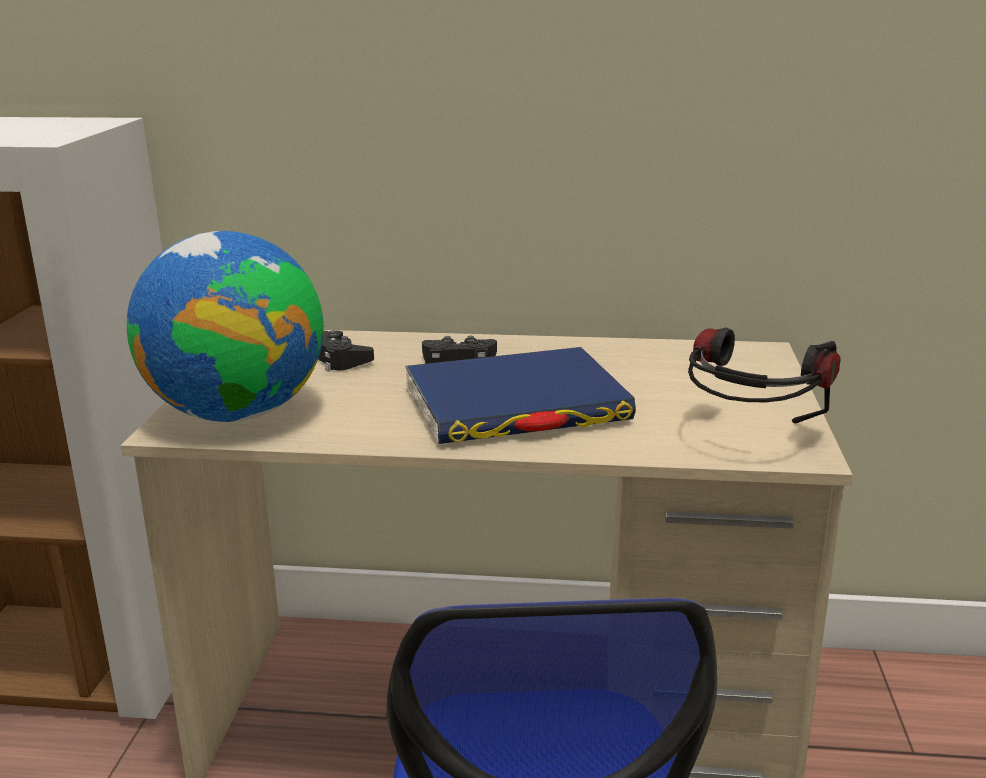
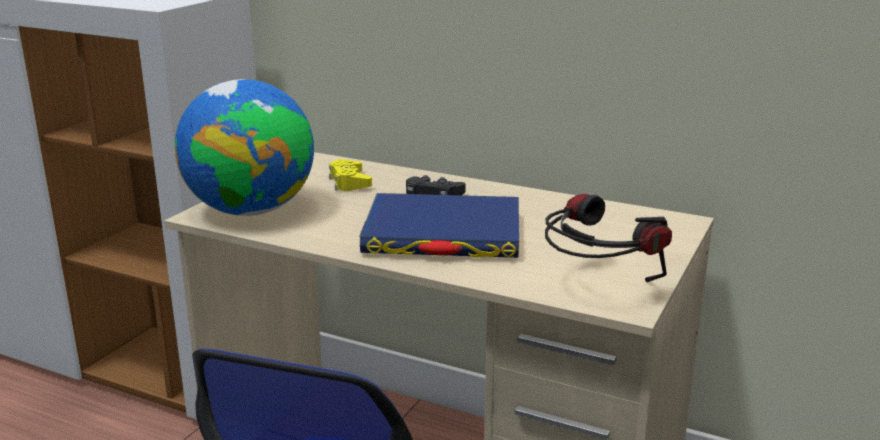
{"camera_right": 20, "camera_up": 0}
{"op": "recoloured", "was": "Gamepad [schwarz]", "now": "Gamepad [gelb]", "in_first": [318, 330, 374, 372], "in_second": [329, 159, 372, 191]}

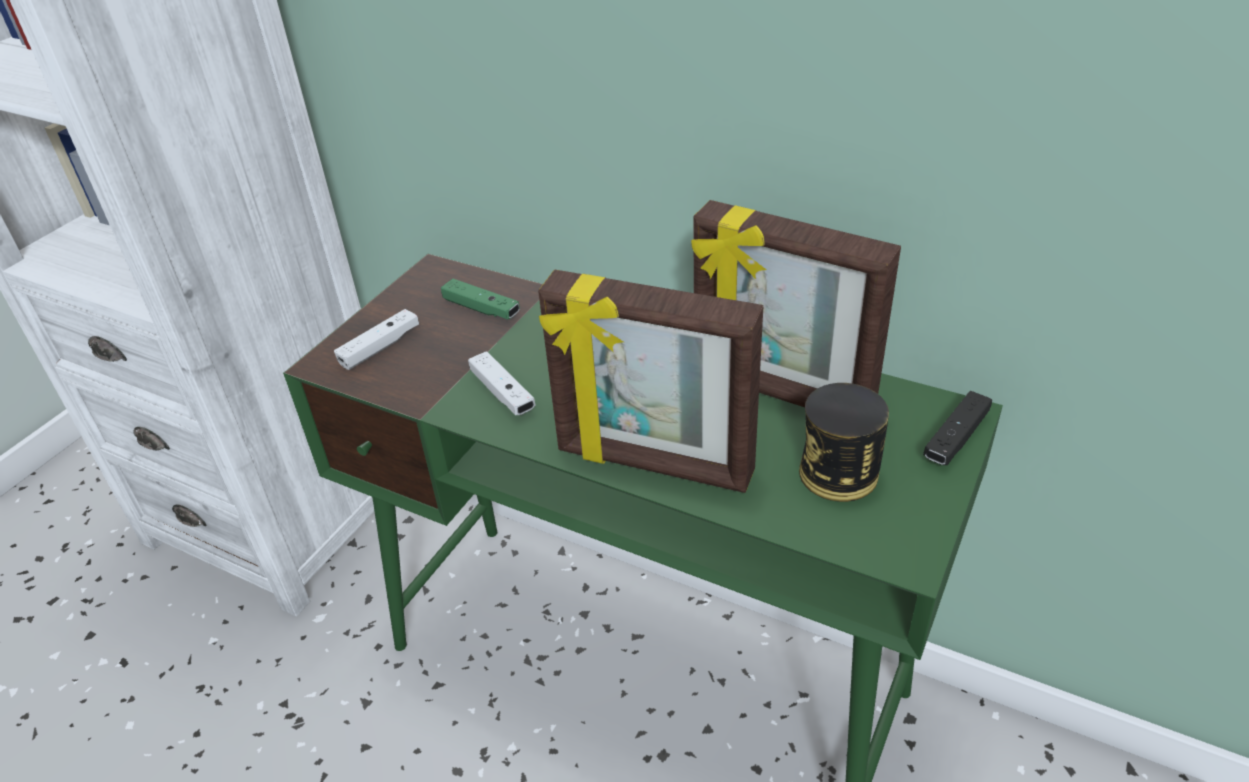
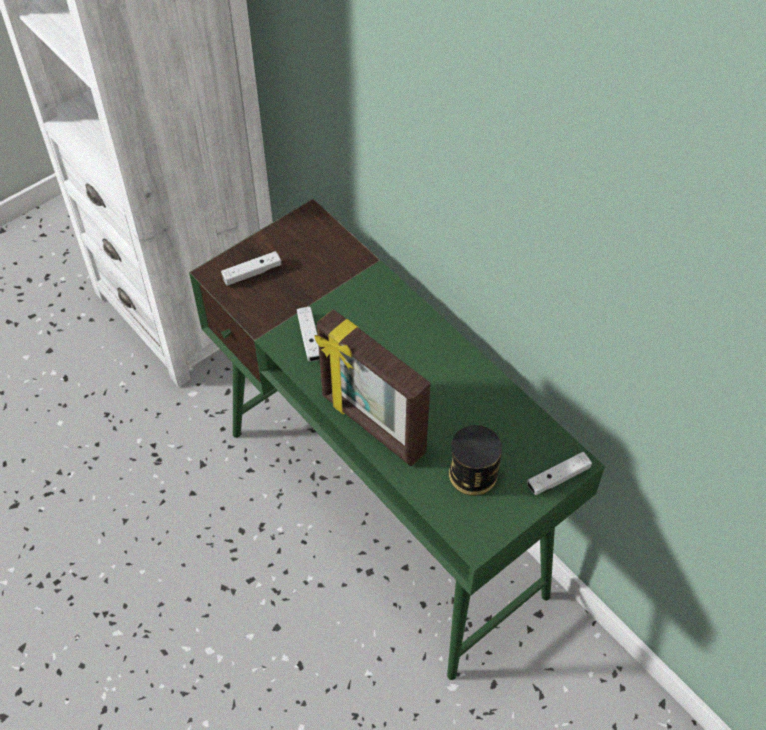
{"camera_right": 20, "camera_up": 15}
{"op": "removed", "was": "Gamepad [grün]", "in_first": [441, 279, 520, 319]}
{"op": "removed", "was": "Bilderrahmen", "in_first": [691, 200, 901, 407]}
{"op": "recoloured", "was": "Gamepad [schwarz]", "now": "Gamepad [weiß]", "in_first": [923, 391, 992, 465], "in_second": [527, 452, 592, 495]}

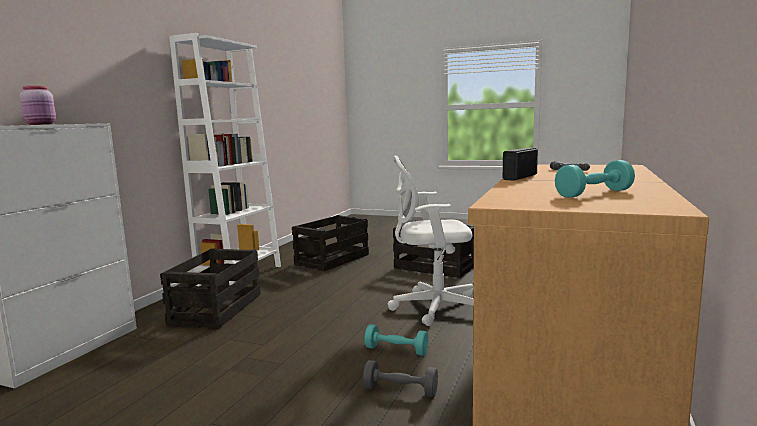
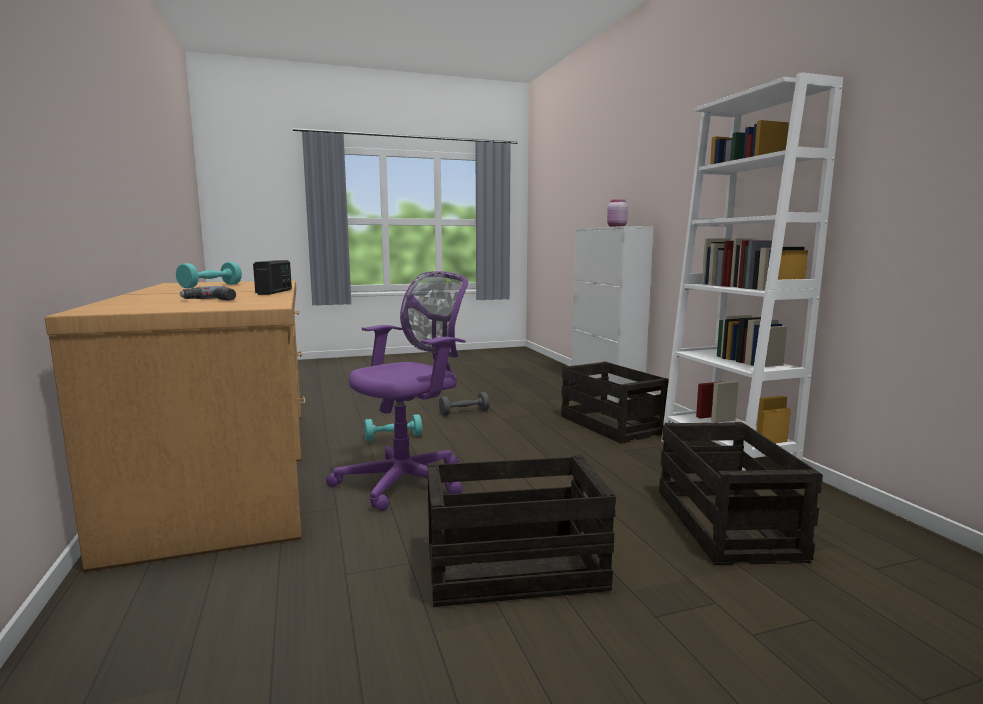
{"camera_right": 140, "camera_up": 0}
{"op": "moved", "was": "Hantel [grau]", "in_first": [363, 360, 438, 397], "in_second": [439, 392, 490, 416]}
{"op": "recoloured", "was": "Bürostuhl [weiß]", "now": "Bürostuhl [lila]", "in_first": [388, 155, 474, 326], "in_second": [326, 271, 468, 511]}

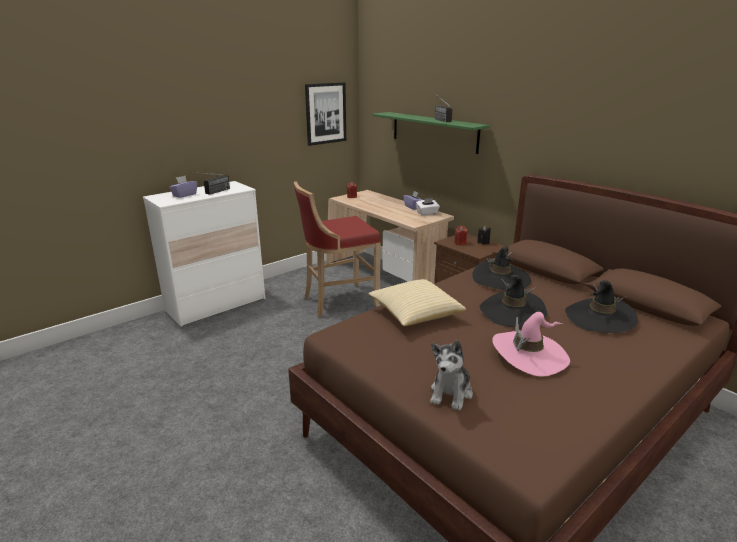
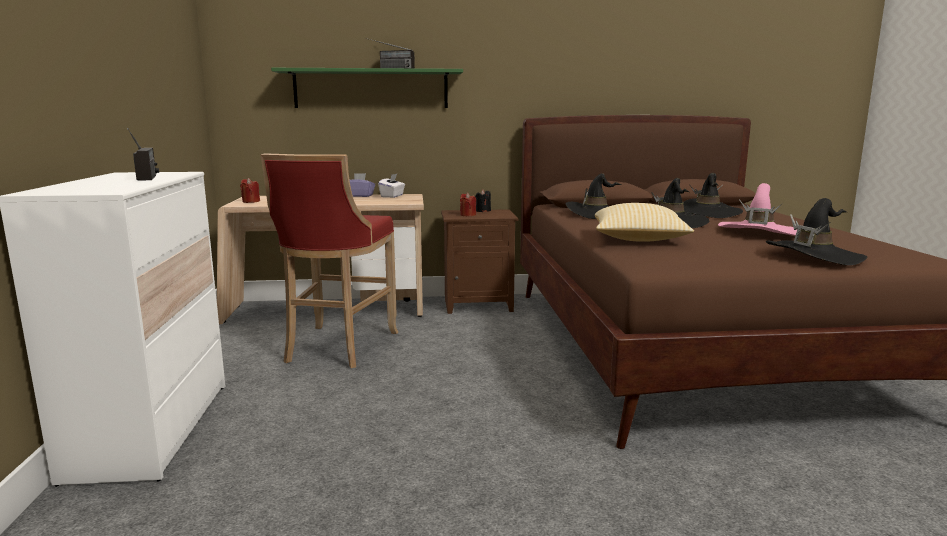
{"camera_right": -55, "camera_up": -10}
{"op": "removed", "was": "Taschentuchbox [lila]", "in_first": [169, 176, 197, 198]}
{"op": "removed", "was": "Bild", "in_first": [305, 82, 346, 146]}
{"op": "replaced", "was": "Plüschtier", "now": "Hut [schwarz]", "in_first": [430, 340, 473, 411], "in_second": [766, 198, 867, 266]}

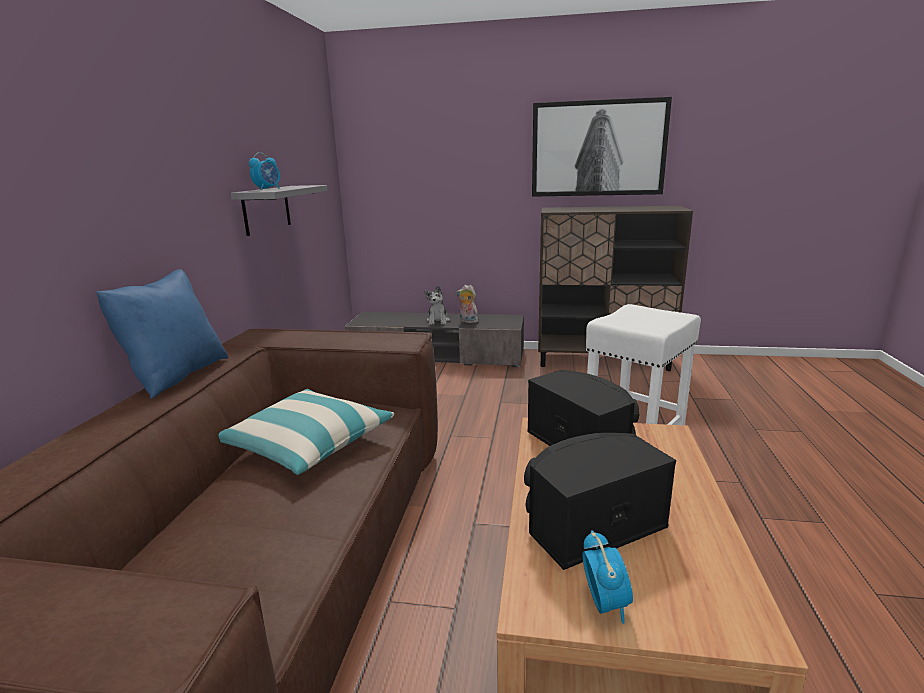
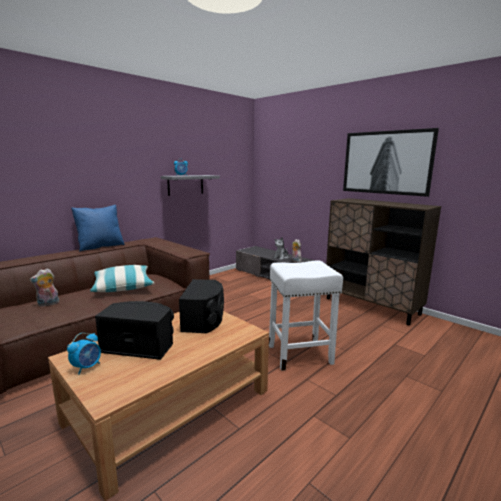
{"camera_right": 35, "camera_up": -5}
{"op": "added", "now": "Plüschtier", "in_second": [29, 268, 59, 307]}

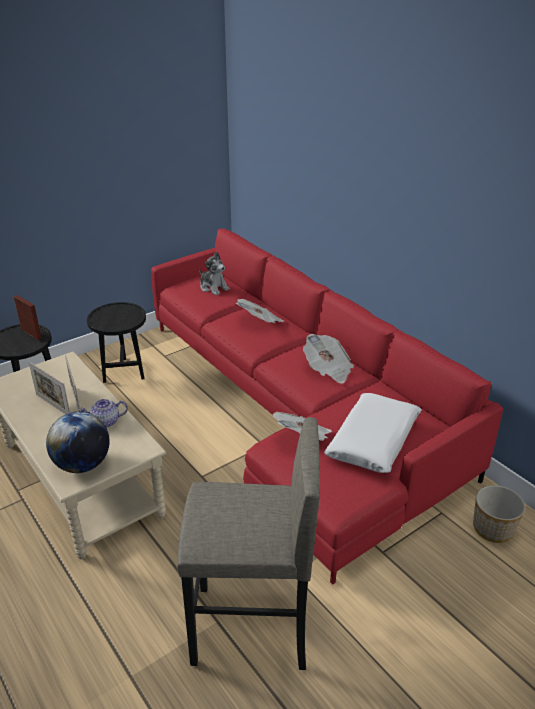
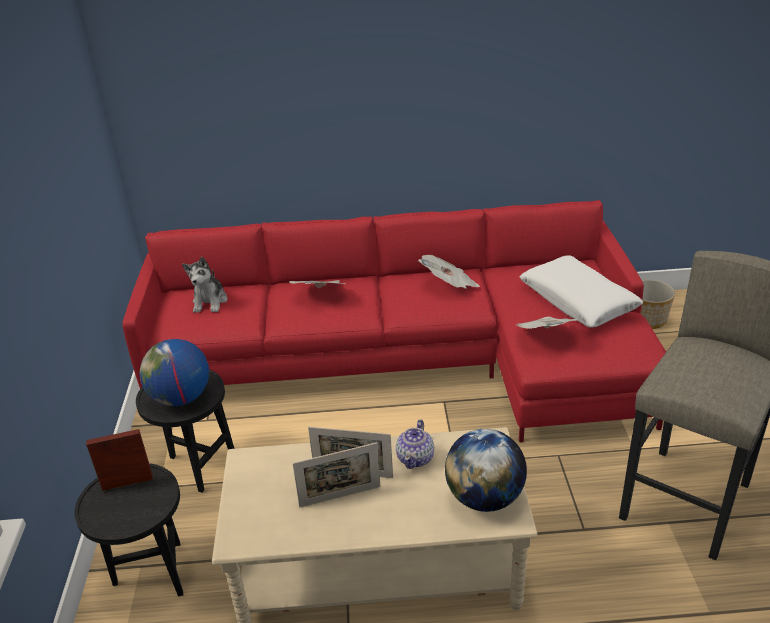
{"camera_right": -55, "camera_up": 0}
{"op": "added", "now": "Globus", "in_second": [140, 339, 209, 406]}
{"op": "turned", "was": "Plüschtier", "in_first": [199, 251, 230, 295], "in_second": [182, 257, 227, 313], "clockwise": 105}

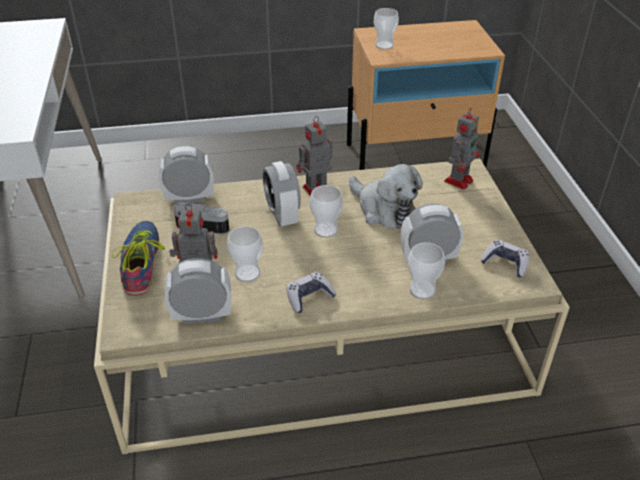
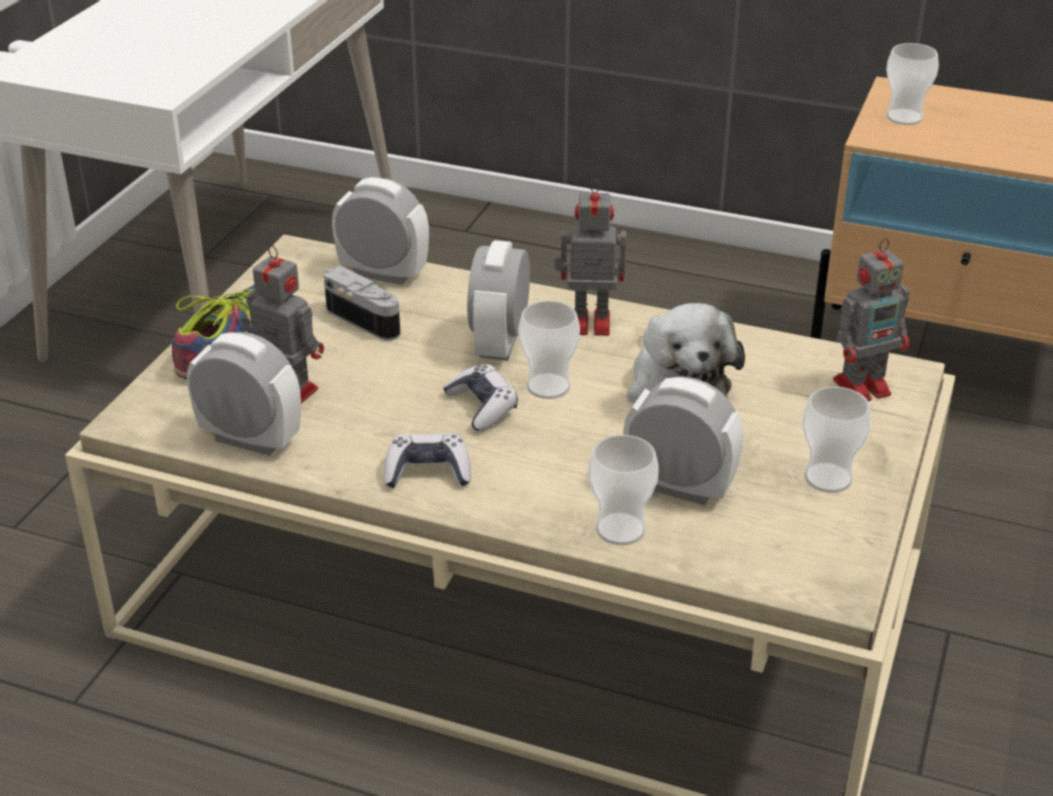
{"camera_right": 30, "camera_up": -5}
{"op": "moved", "was": "Tasse", "in_first": [227, 226, 263, 282], "in_second": [802, 387, 871, 493]}
{"op": "moved", "was": "Gamepad", "in_first": [480, 240, 529, 277], "in_second": [443, 364, 518, 431]}

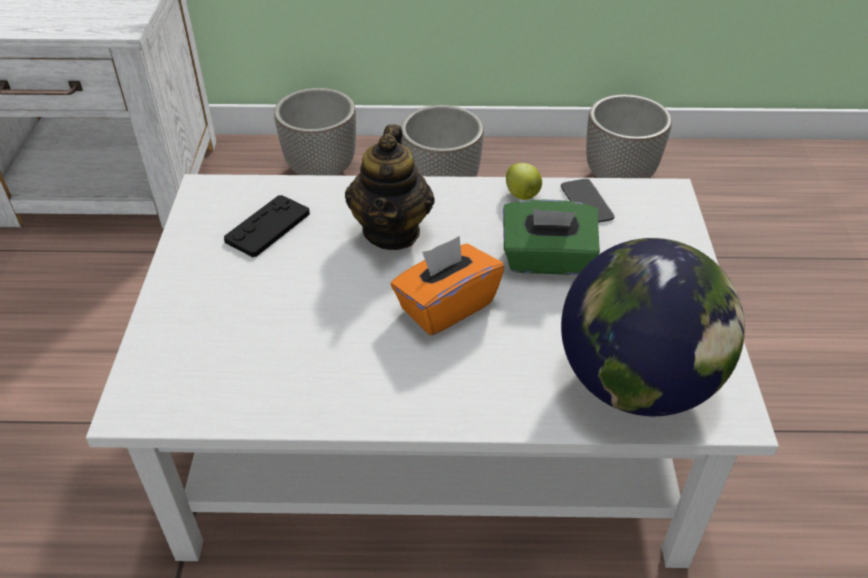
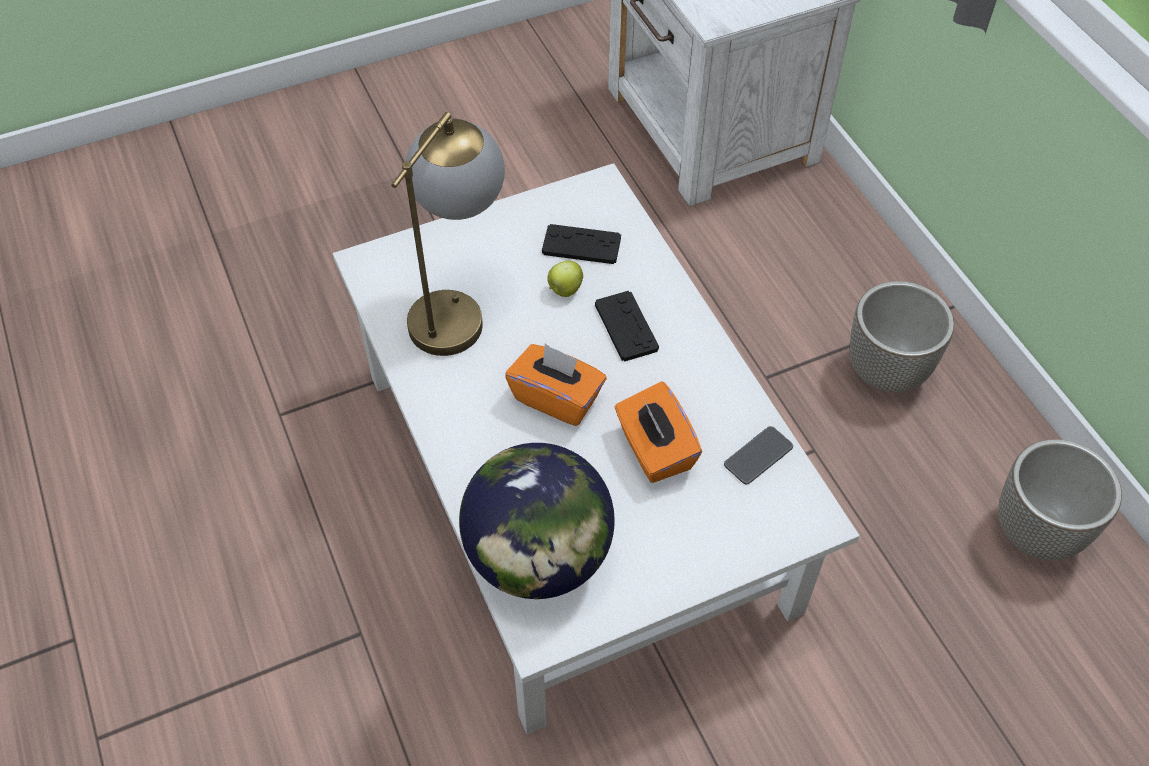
{"camera_right": 65, "camera_up": 10}
{"op": "removed", "was": "Pflanzkübel", "in_first": [274, 88, 356, 176]}
{"op": "added", "now": "Tischlampe", "in_second": [391, 112, 505, 356]}
{"op": "moved", "was": "Apfel", "in_first": [506, 163, 542, 200], "in_second": [547, 261, 583, 297]}
{"op": "replaced", "was": "Teekanne", "now": "Gamepad [schwarz]", "in_first": [345, 124, 435, 250], "in_second": [595, 291, 659, 362]}
{"op": "recoloured", "was": "Taschentuchbox [grün]", "now": "Taschentuchbox [orange]", "in_first": [503, 199, 600, 275], "in_second": [615, 381, 702, 483]}

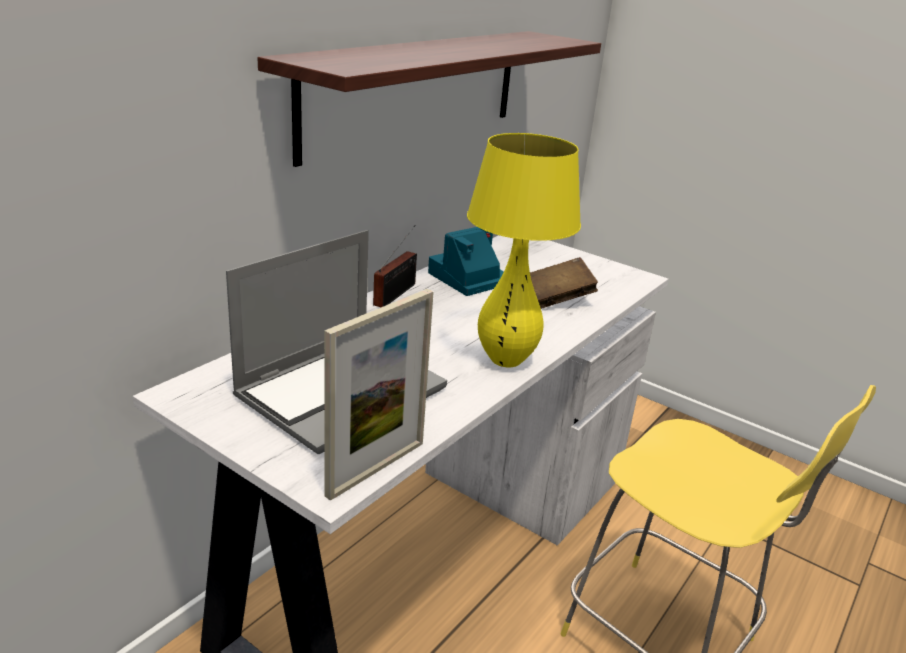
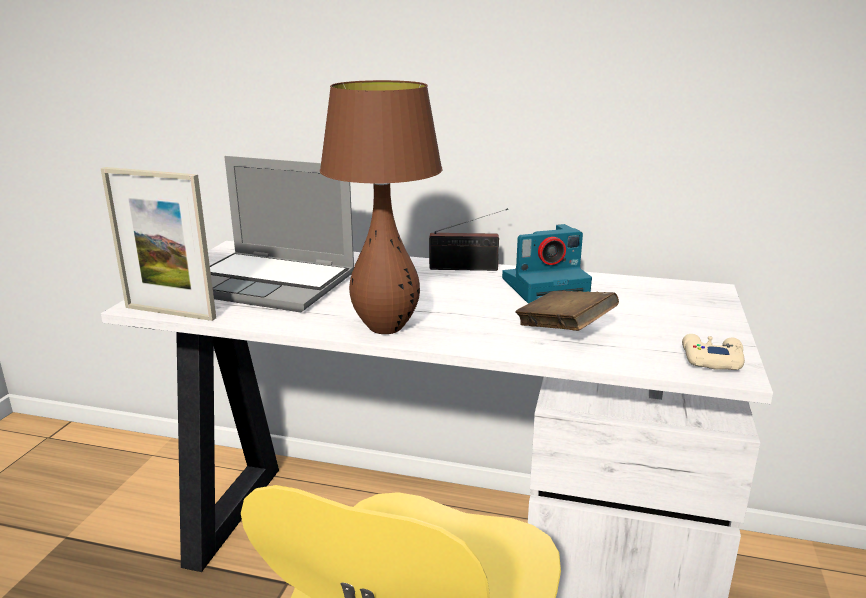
{"camera_right": 70, "camera_up": -5}
{"op": "removed", "was": "Wandregal", "in_first": [257, 31, 601, 167]}
{"op": "added", "now": "Gamepad [beige]", "in_second": [682, 334, 745, 370]}
{"op": "recoloured", "was": "Tischlampe [gelb]", "now": "Tischlampe [braun]", "in_first": [467, 133, 581, 367], "in_second": [320, 80, 443, 334]}
{"op": "turned", "was": "Kamera", "in_first": [428, 227, 503, 296], "in_second": [502, 224, 592, 303], "clockwise": 135}

